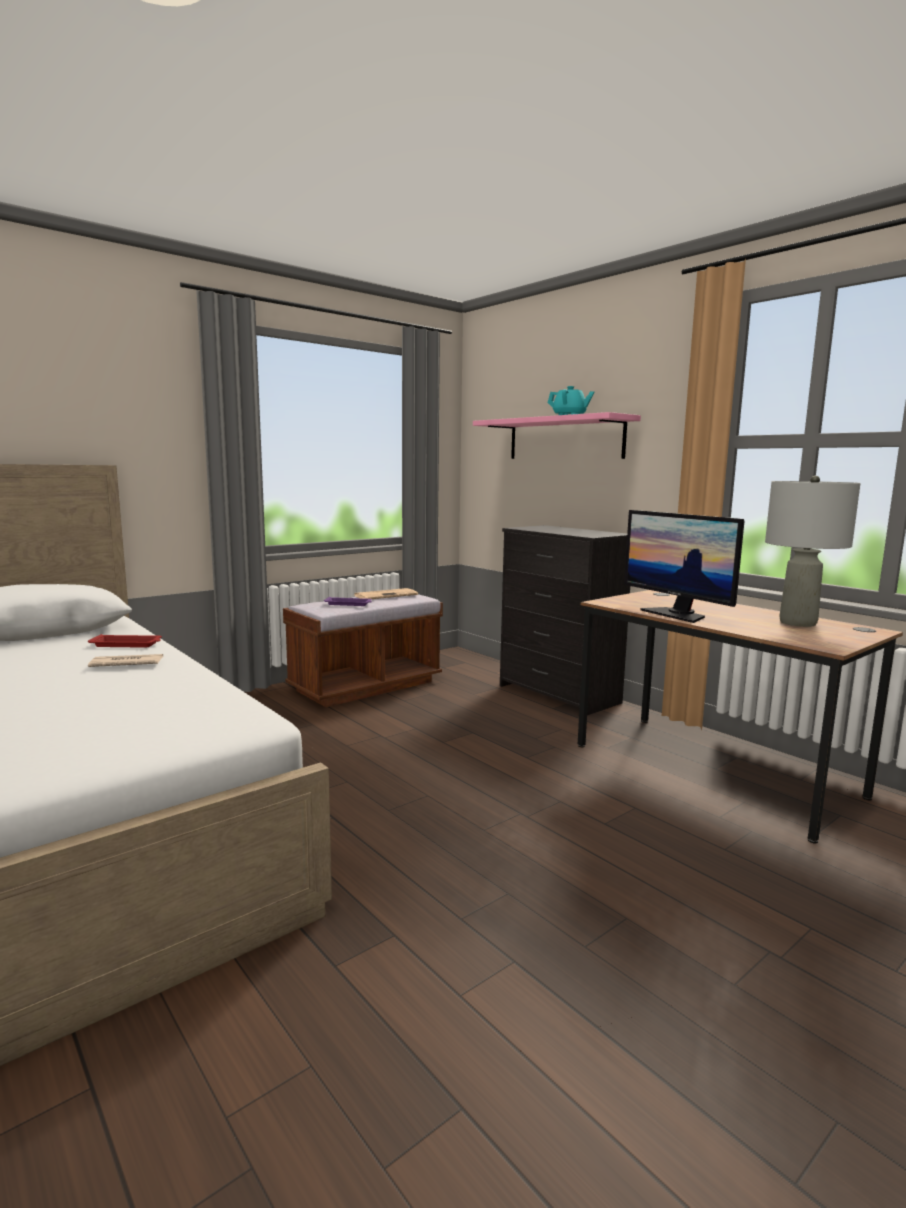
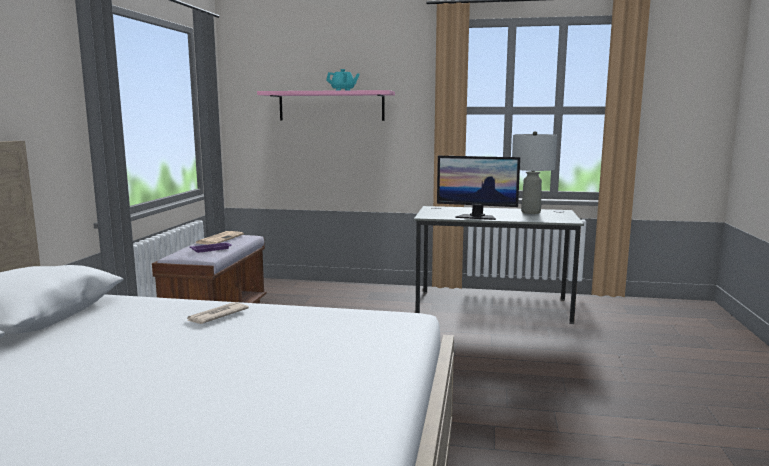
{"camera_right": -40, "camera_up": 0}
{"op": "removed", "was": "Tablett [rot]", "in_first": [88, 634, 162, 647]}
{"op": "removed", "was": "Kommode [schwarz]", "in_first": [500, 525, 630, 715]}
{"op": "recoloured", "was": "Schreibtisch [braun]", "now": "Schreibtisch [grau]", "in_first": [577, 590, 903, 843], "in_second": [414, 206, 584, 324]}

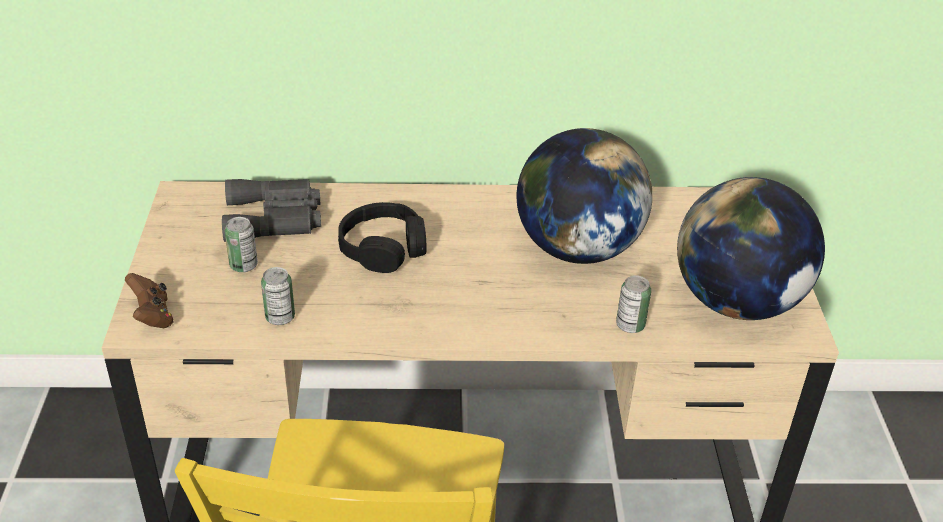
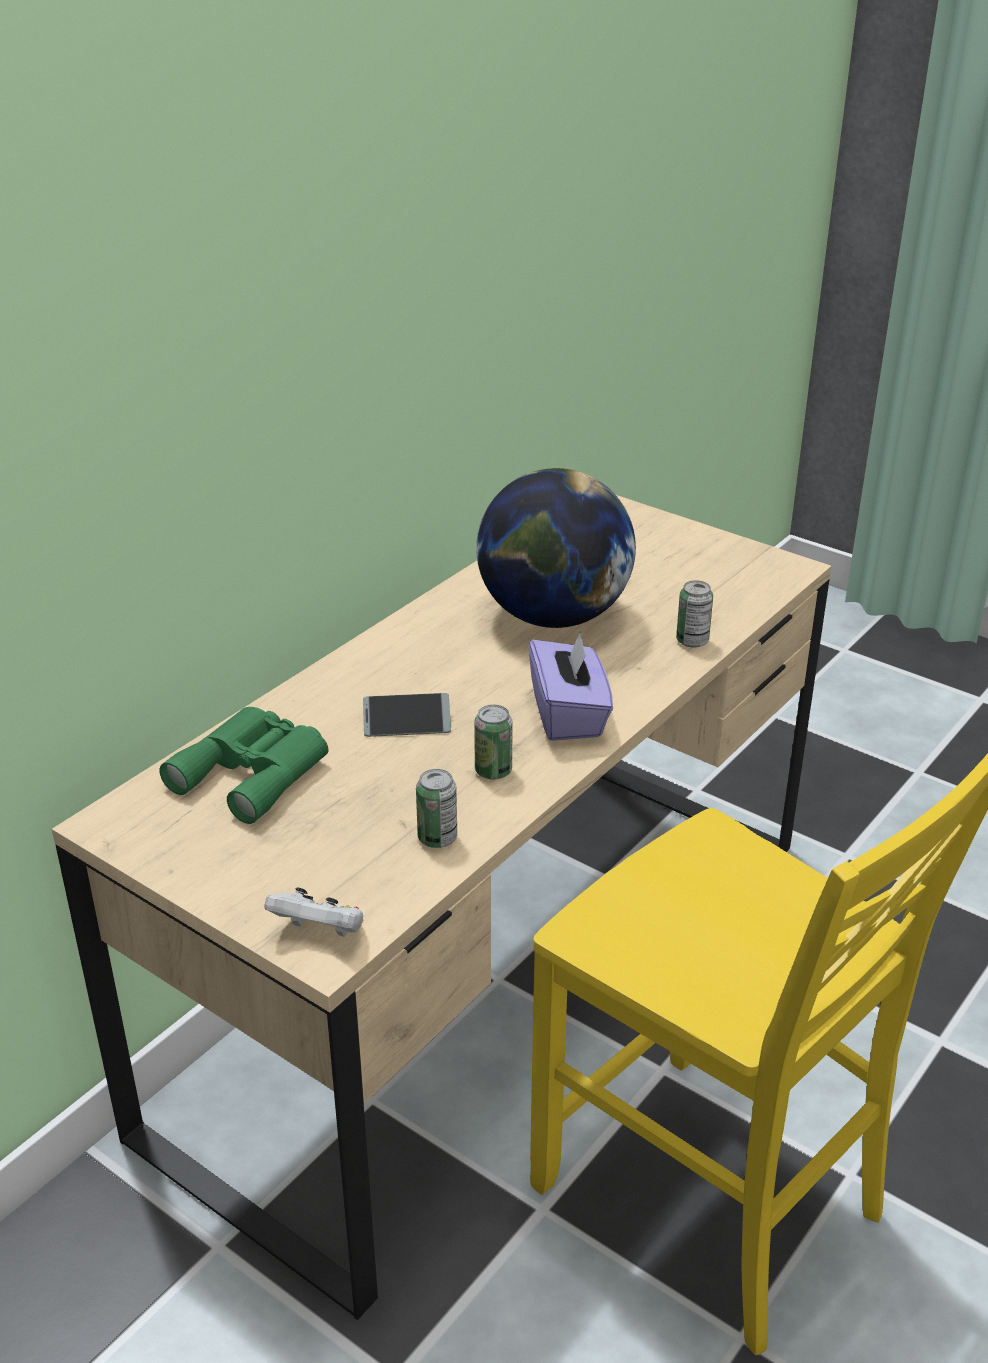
{"camera_right": -50, "camera_up": -5}
{"op": "removed", "was": "Globus", "in_first": [677, 177, 825, 320]}
{"op": "added", "now": "Taschentuchbox [lila]", "in_second": [529, 631, 613, 741]}
{"op": "moved", "was": "Dose", "in_first": [225, 217, 258, 272], "in_second": [474, 705, 513, 780]}
{"op": "replaced", "was": "Kopfhörer [schwarz]", "now": "Handy", "in_first": [338, 202, 426, 273], "in_second": [363, 693, 451, 737]}
{"op": "recoloured", "was": "Gamepad [braun]", "now": "Gamepad [weiß]", "in_first": [125, 273, 173, 328], "in_second": [265, 887, 363, 937]}
{"op": "recoloured", "was": "Fernglas [grau]", "now": "Fernglas [grün]", "in_first": [222, 179, 321, 242], "in_second": [159, 707, 328, 824]}

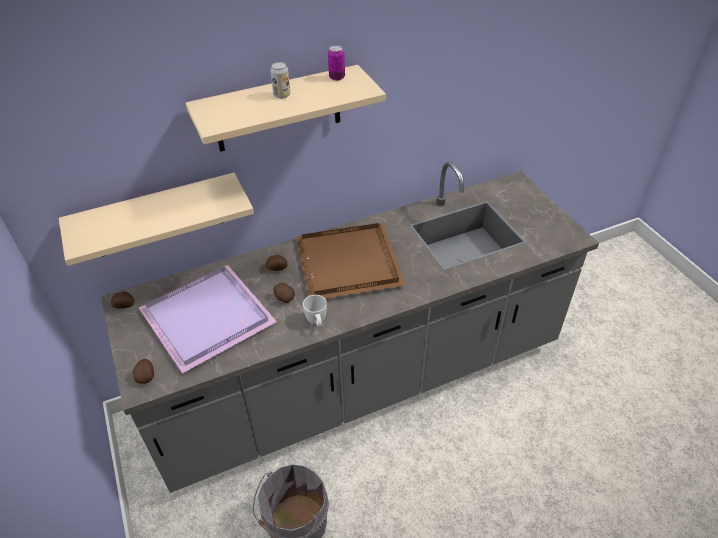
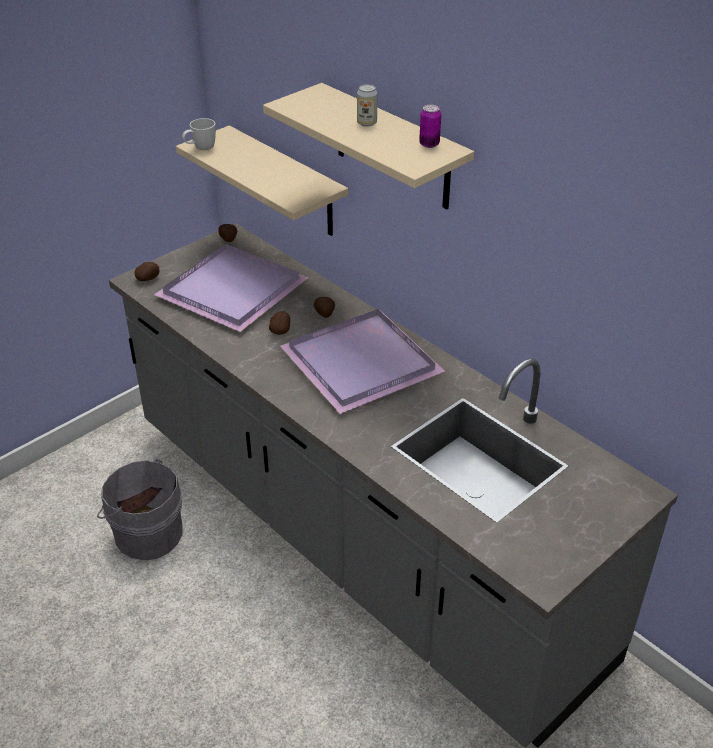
{"camera_right": 70, "camera_up": -5}
{"op": "moved", "was": "Henkelbecher [weiß]", "in_first": [303, 295, 327, 327], "in_second": [182, 118, 216, 150]}
{"op": "recoloured", "was": "Tablett [braun]", "now": "Tablett [lila]", "in_first": [296, 223, 406, 299], "in_second": [280, 309, 445, 414]}

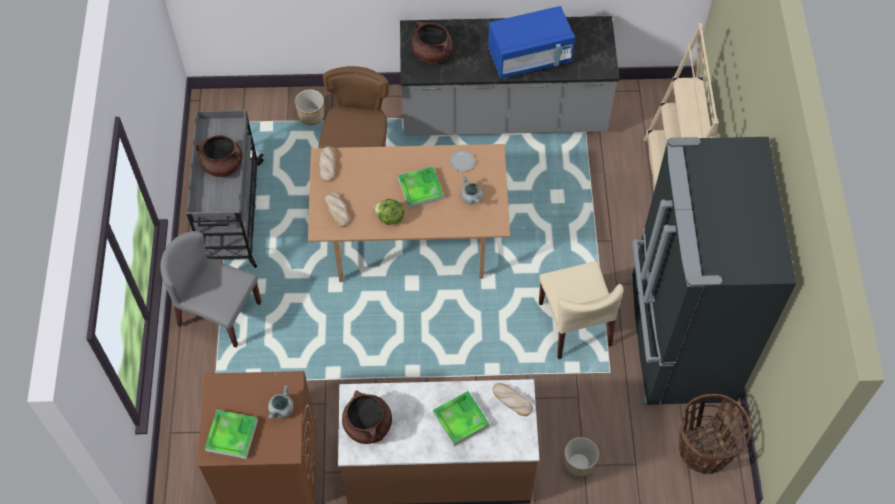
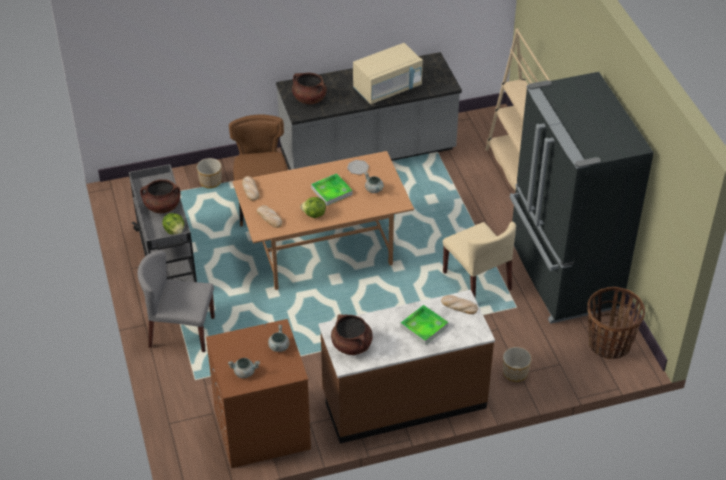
{"camera_right": -15, "camera_up": -15}
{"op": "added", "now": "Salatkopf", "in_second": [163, 213, 184, 235]}
{"op": "replaced", "was": "Tablett", "now": "Kochtopf [grau]", "in_first": [205, 410, 258, 459], "in_second": [228, 358, 260, 378]}
{"op": "recoloured", "was": "Mikrowelle [blau]", "now": "Mikrowelle [beige]", "in_first": [488, 6, 575, 79], "in_second": [353, 43, 423, 104]}

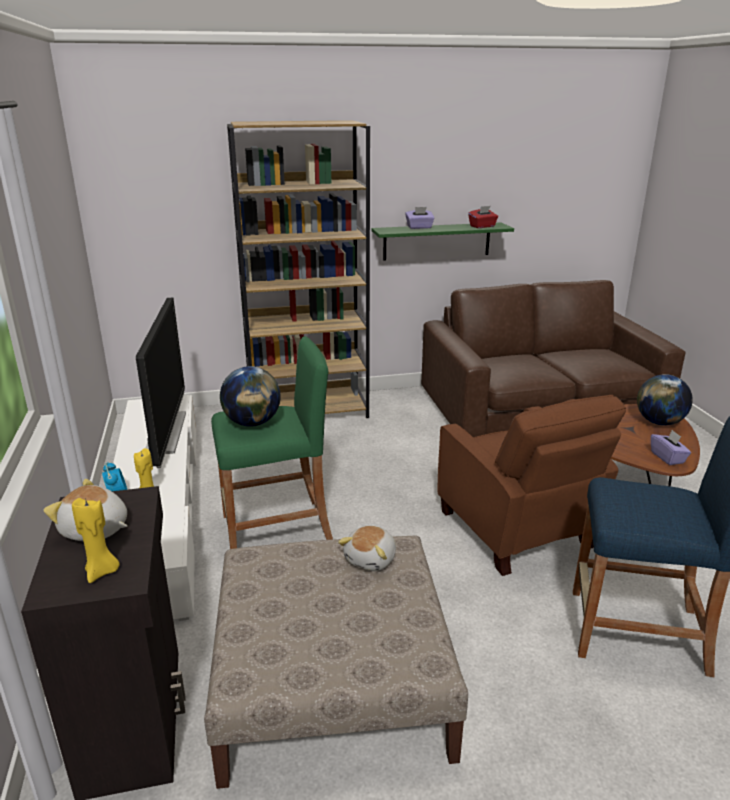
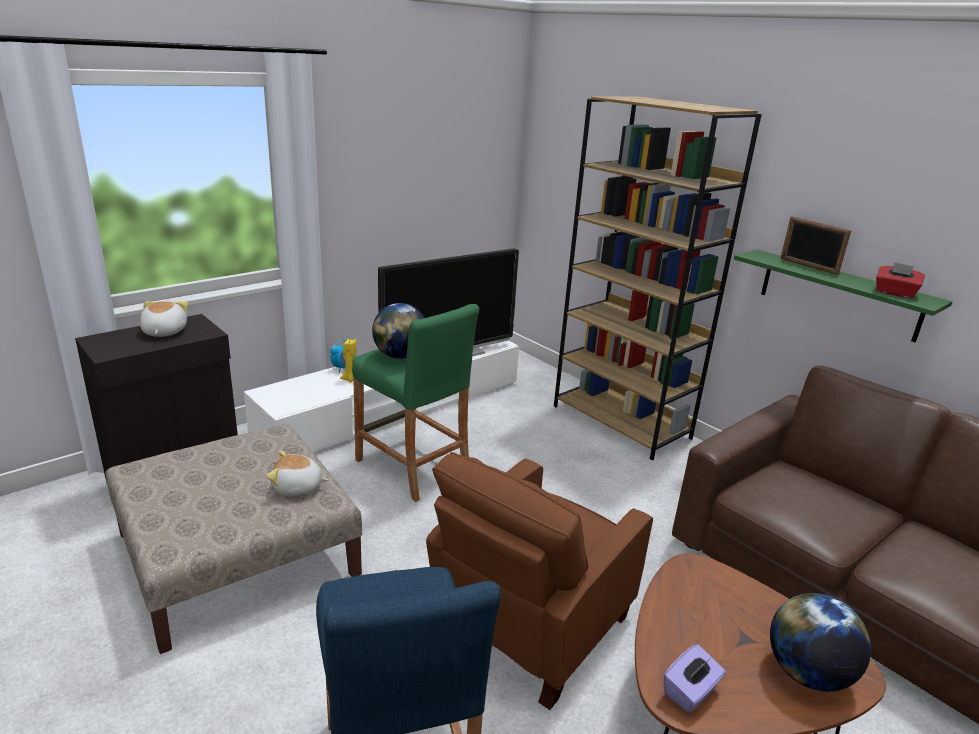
{"camera_right": 60, "camera_up": 0}
{"op": "removed", "was": "Kerze [gelb]", "in_first": [72, 498, 120, 583]}
{"op": "replaced", "was": "Taschentuchbox [lila]", "now": "Bilderrahmen", "in_first": [405, 207, 435, 229], "in_second": [780, 216, 851, 275]}

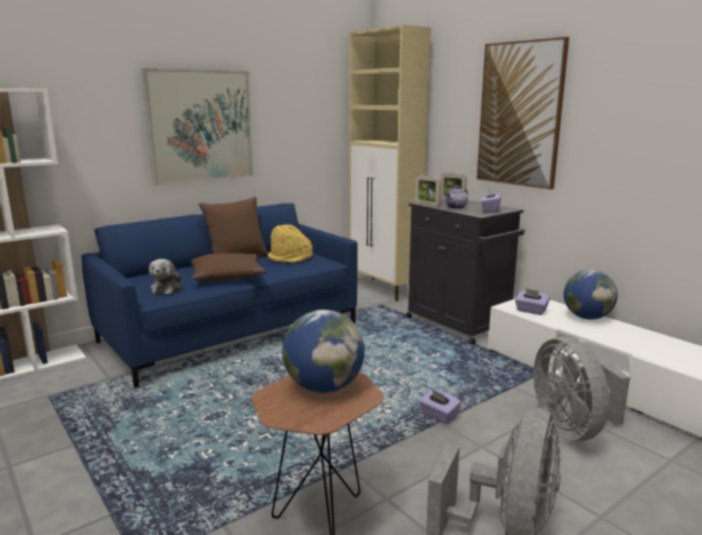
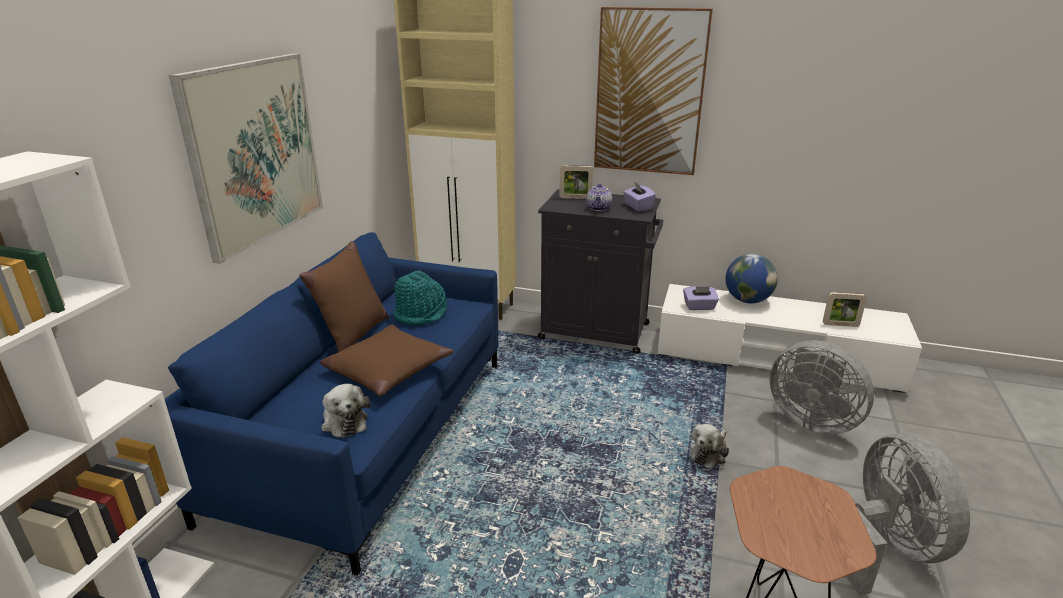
{"camera_right": -35, "camera_up": 10}
{"op": "removed", "was": "Globus", "in_first": [282, 310, 365, 393]}
{"op": "moved", "was": "Bilderrahmen", "in_first": [415, 175, 441, 207], "in_second": [823, 292, 867, 327]}
{"op": "replaced", "was": "Taschentuchbox [lila]", "now": "Plüschtier", "in_first": [419, 389, 461, 424], "in_second": [690, 424, 729, 469]}
{"op": "recoloured", "was": "Hut [gelb]", "now": "Hut [türkis]", "in_first": [268, 225, 313, 263], "in_second": [393, 270, 447, 325]}

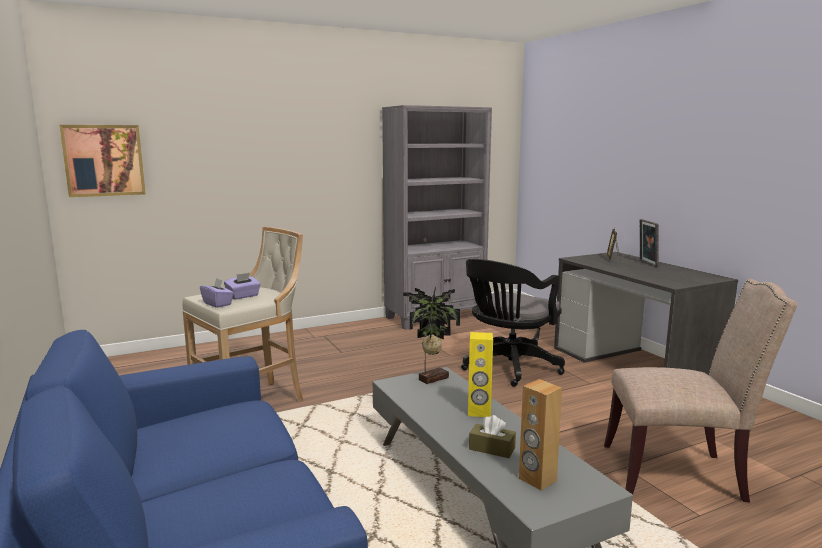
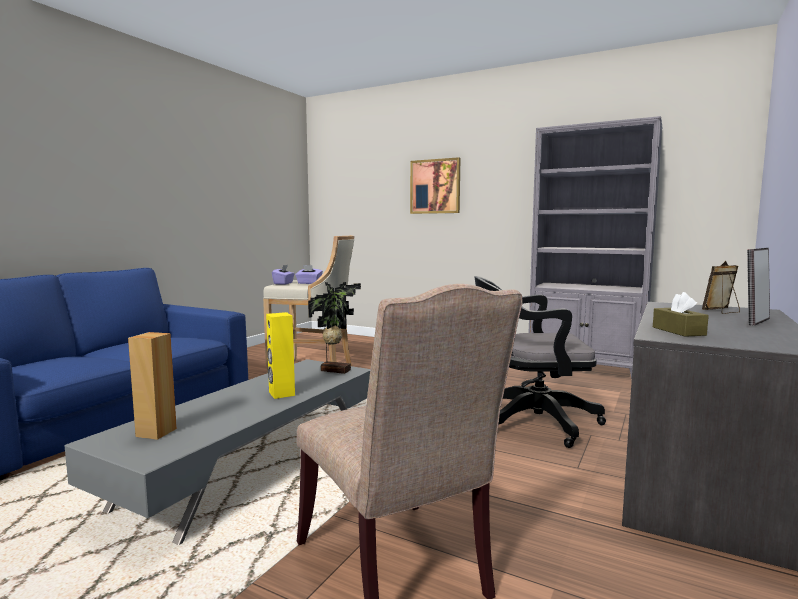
{"camera_right": 55, "camera_up": -5}
{"op": "moved", "was": "Bild", "in_first": [60, 125, 146, 197], "in_second": [410, 157, 460, 214]}
{"op": "moved", "was": "Taschentuchbox [braun]", "in_first": [469, 415, 516, 458], "in_second": [653, 292, 709, 337]}

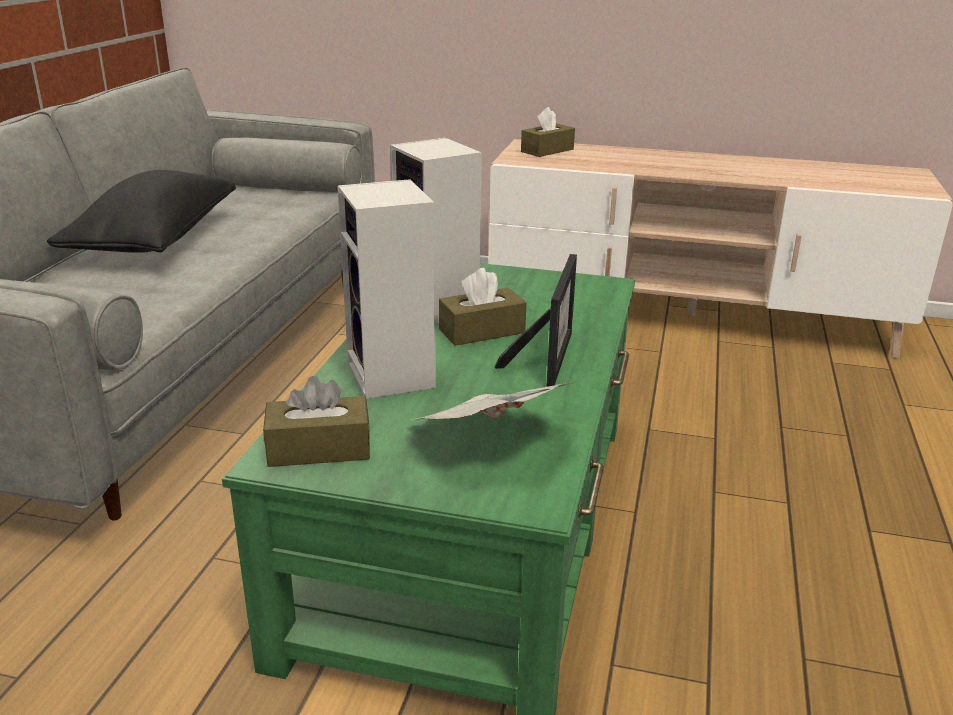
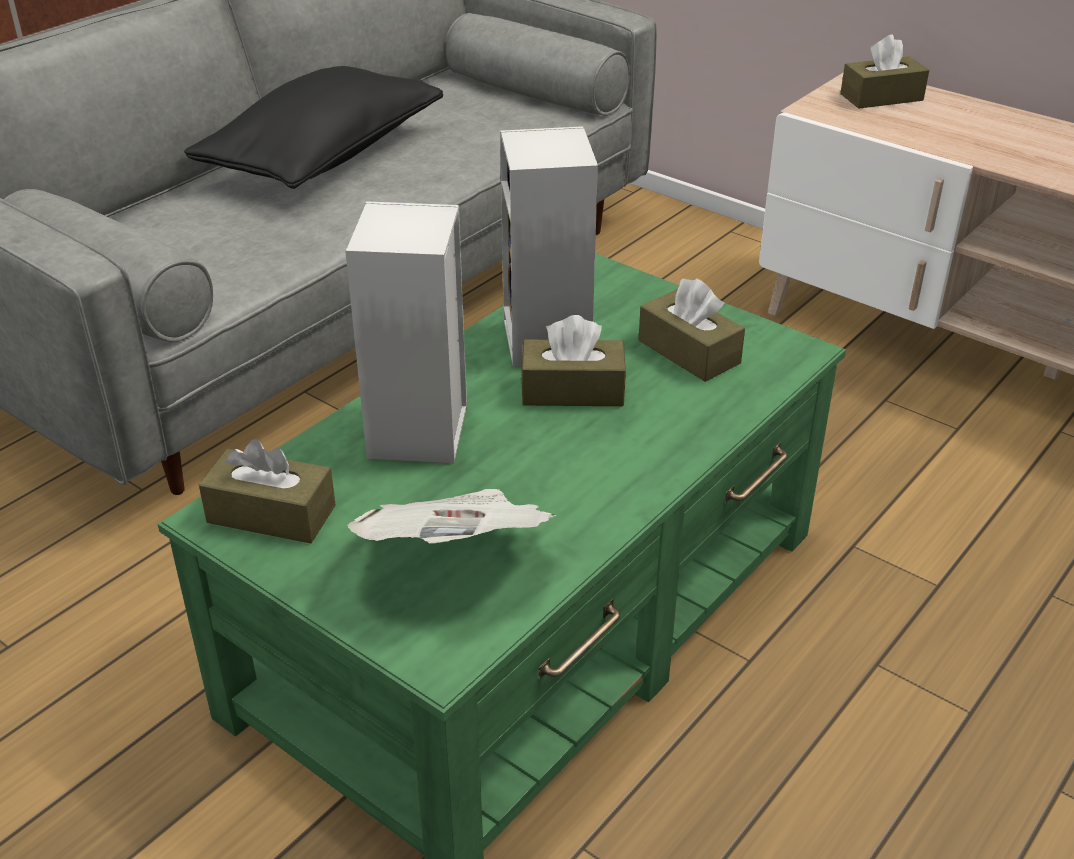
{"camera_right": 25, "camera_up": 10}
{"op": "removed", "was": "Bilderrahmen", "in_first": [494, 254, 577, 387]}
{"op": "added", "now": "Taschentuchbox [braun]", "in_second": [638, 279, 745, 382]}

